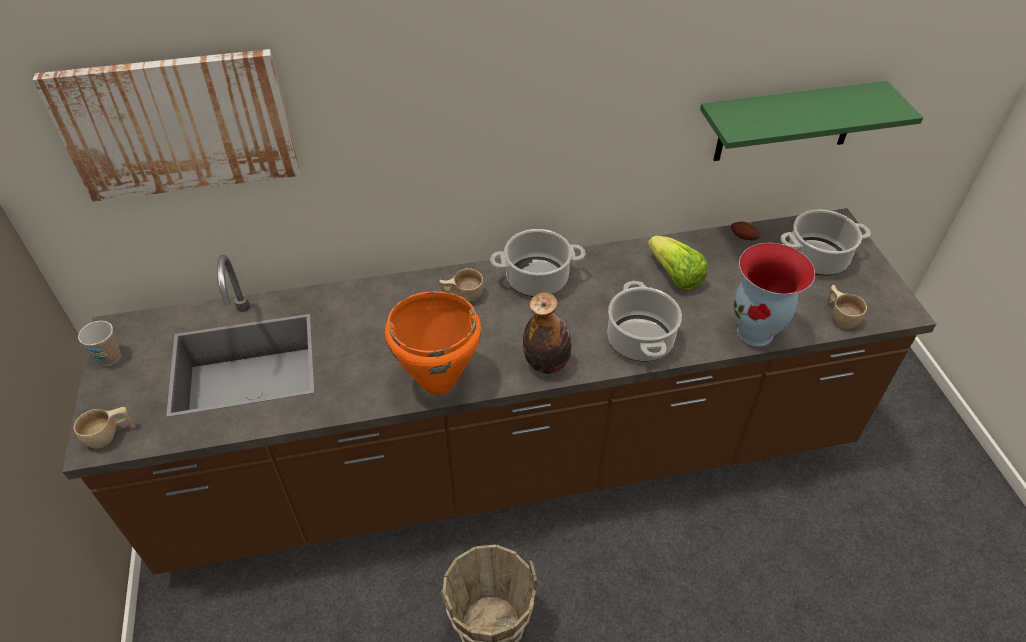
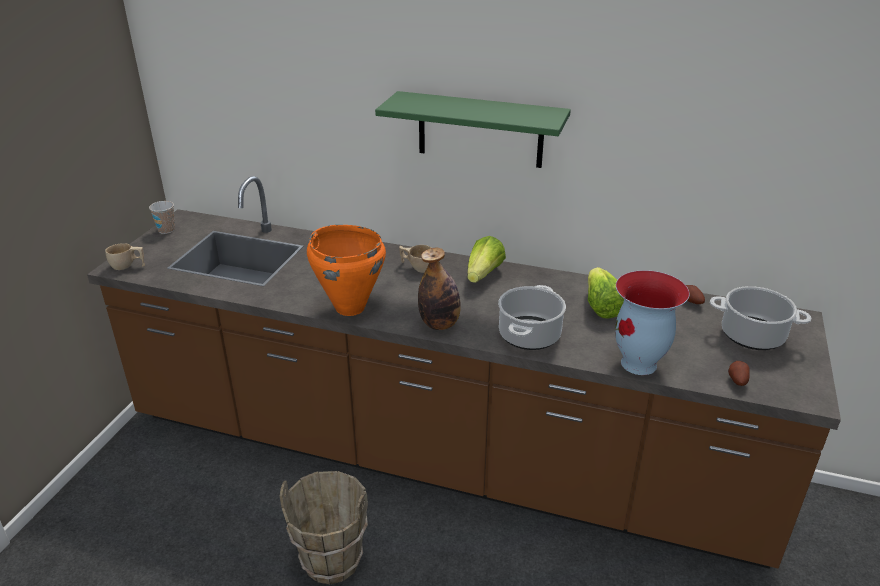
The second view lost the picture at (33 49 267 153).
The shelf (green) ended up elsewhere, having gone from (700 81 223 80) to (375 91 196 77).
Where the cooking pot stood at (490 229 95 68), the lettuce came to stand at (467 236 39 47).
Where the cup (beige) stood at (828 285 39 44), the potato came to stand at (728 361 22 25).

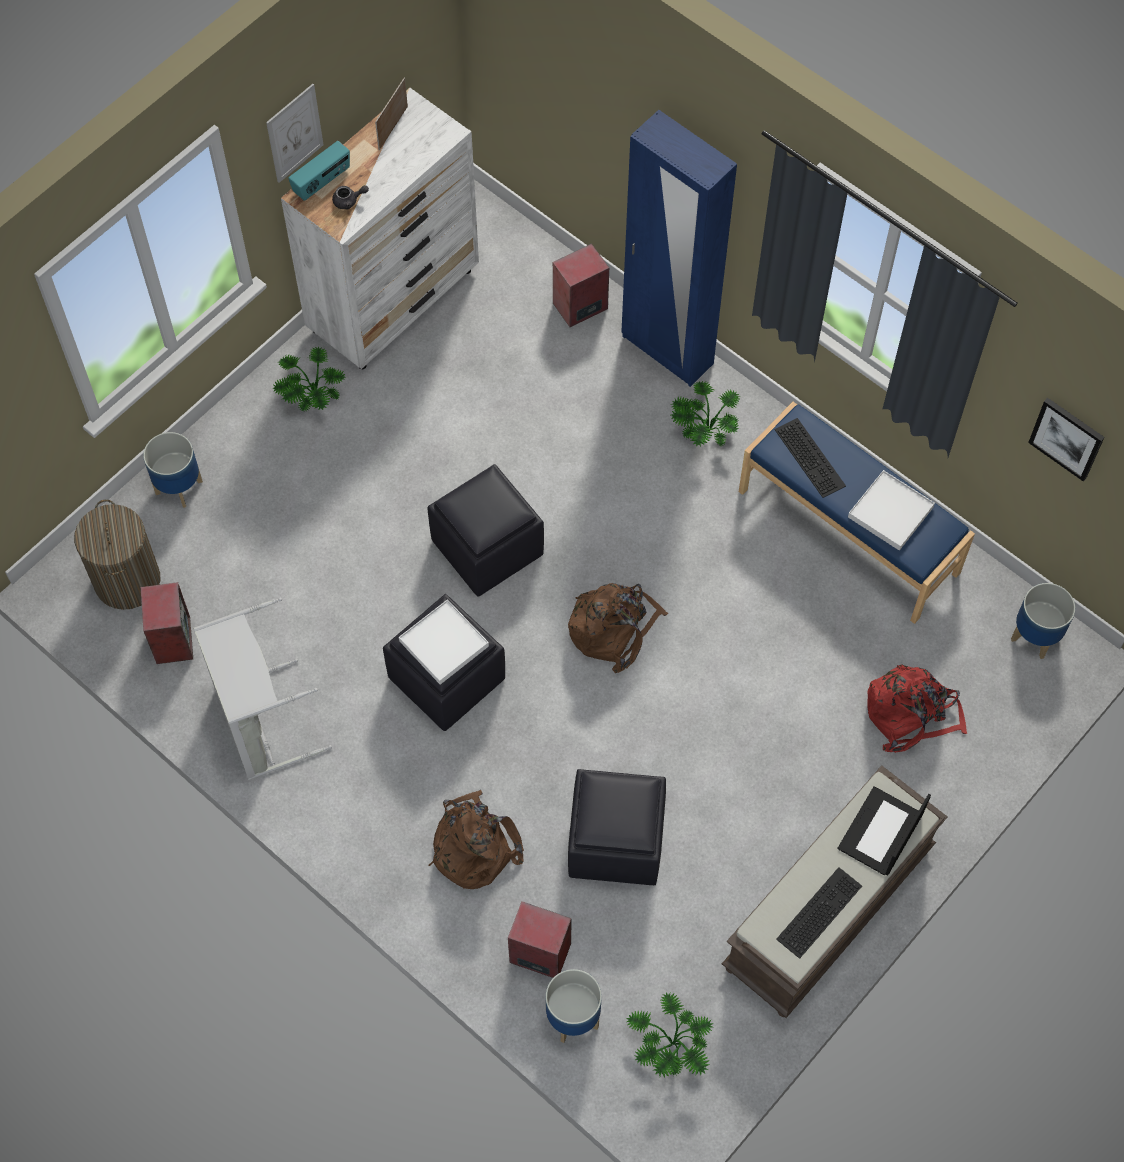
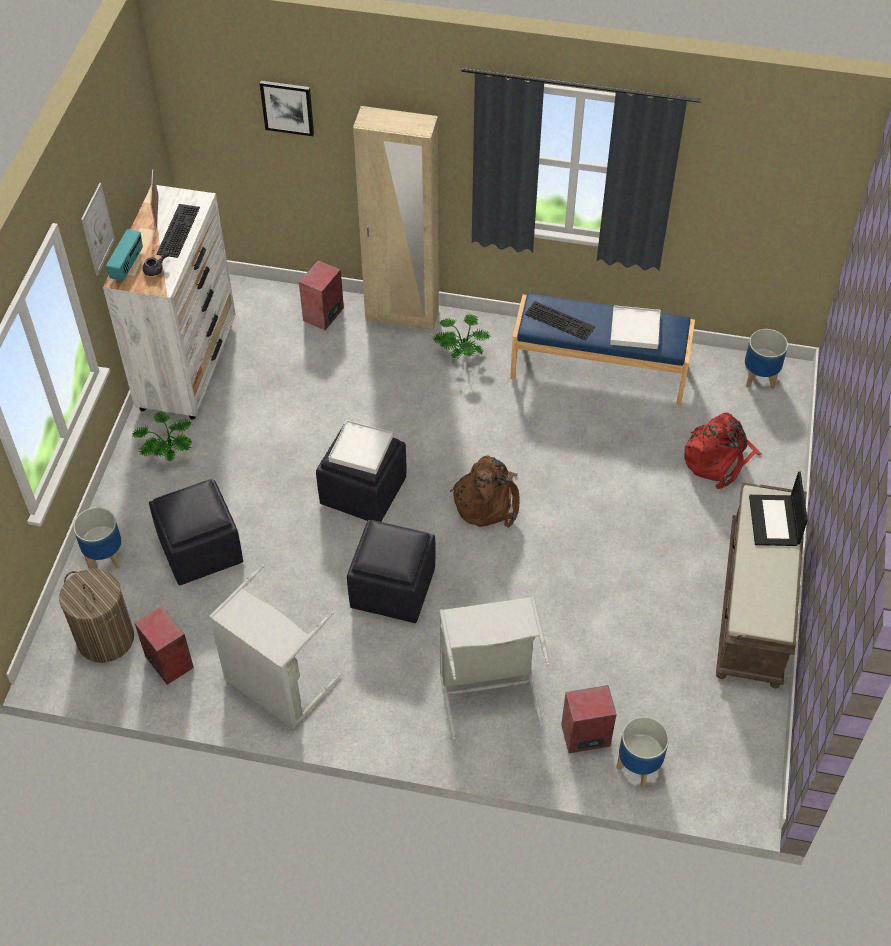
The second view lost the potted plant at (627 993 86 84).
The tray (white) ended up elsewhere, having gone from (399 599 90 86) to (329 420 64 54).
The ottoman (black) ended up elsewhere, having gone from (568 769 98 116) to (149 479 94 106).
The keyboard ended up elsewhere, having gone from (776 867 86 92) to (157 204 43 54).
The picture ended up elsewhere, having gone from (1028 398 76 83) to (260 81 54 55).
Where the backpack (brown) stood at (429 790 95 99), the laundry basket (grey) came to stand at (439 596 111 144).
What was the wardrobe (blue) at (621 110 116 277) turned into the wardrobe (beige) at (353 106 86 225).

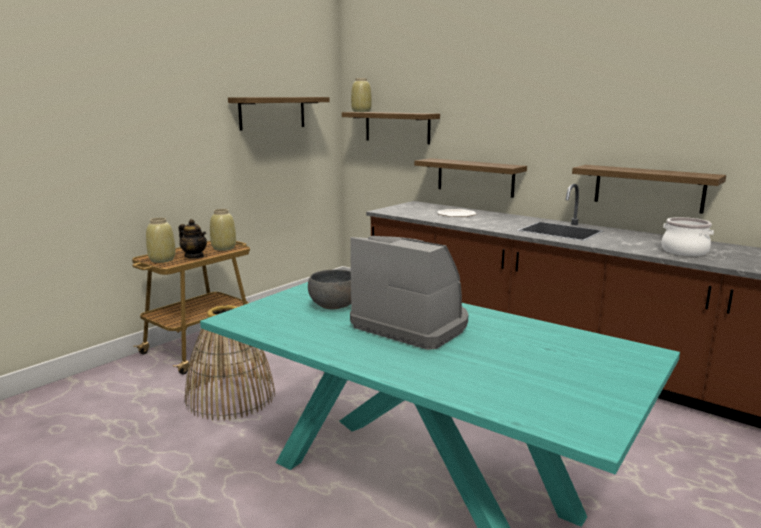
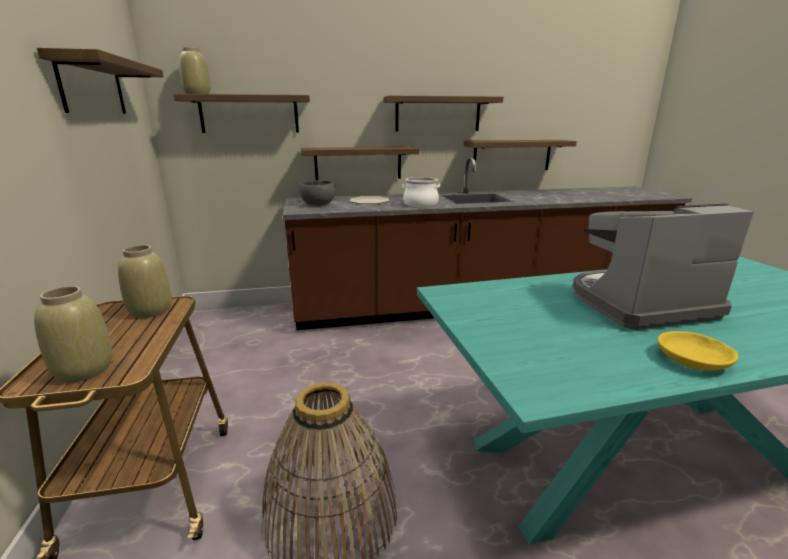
The second view lost the teapot at (178 219 29 39).
The second view gained the shelf at (384 96 119 36).
The second view gained the bowl (yellow) at (658 331 80 40).
The bowl (grey) ended up elsewhere, having gone from (308 269 43 40) to (299 180 37 26).
The cooking pot ended up elsewhere, having gone from (662 217 52 39) to (402 177 38 31).

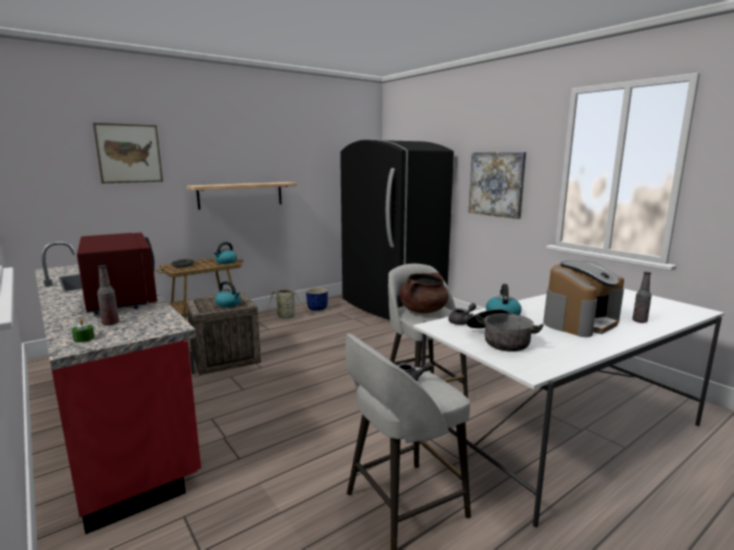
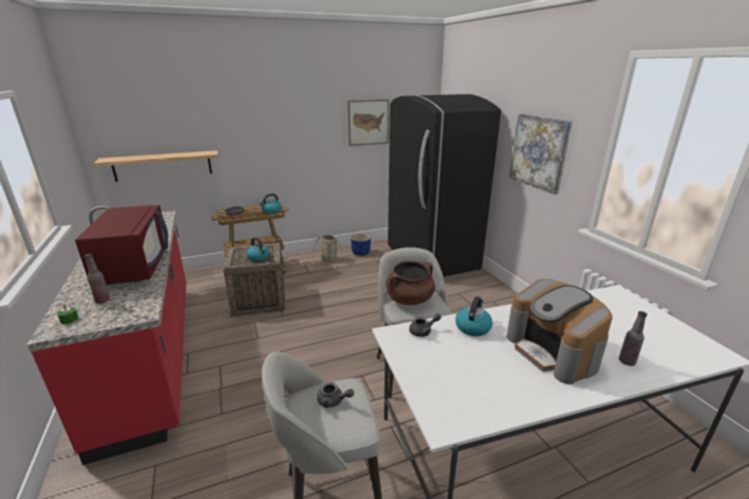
The second view lost the cooking pot at (466 309 78 43).
The picture ended up elsewhere, having gone from (93 123 70 60) to (348 99 41 47).
The shelf ended up elsewhere, having gone from (187 182 110 28) to (94 150 125 32).
The coffee machine at (543 260 81 77) ended up facing another way, 90 degrees clockwise from before.

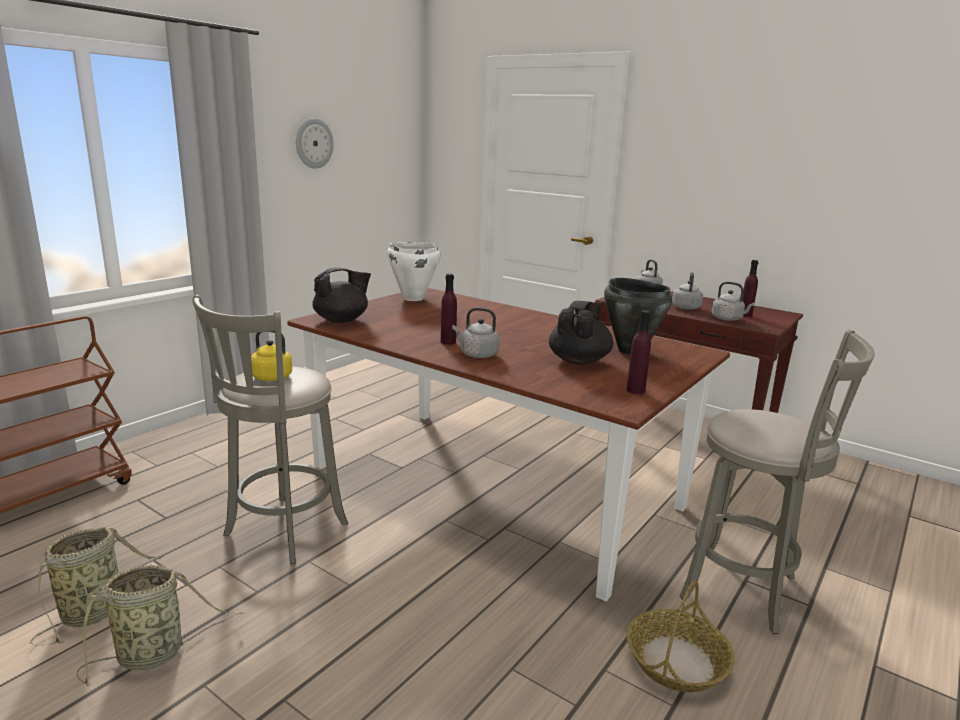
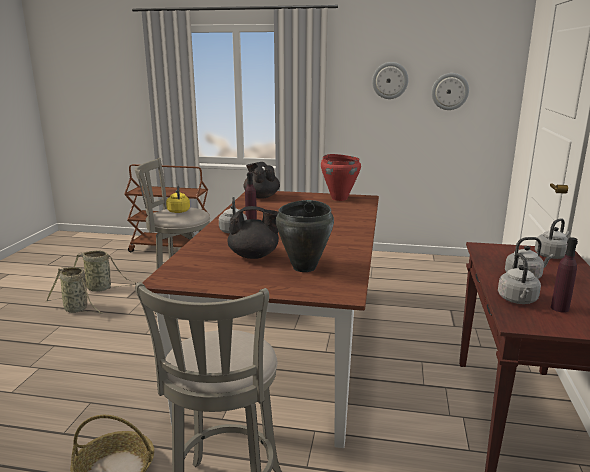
The second view lost the bottle (purple) at (627 310 24 84).
The second view gained the wall clock at (432 73 37 37).
What was the cooking pot (white) at (387 242 53 59) turned into the cooking pot (red) at (321 154 40 47).
The teapot (black) at (312 267 59 56) ended up facing another way, 150 degrees counterclockwise from before.

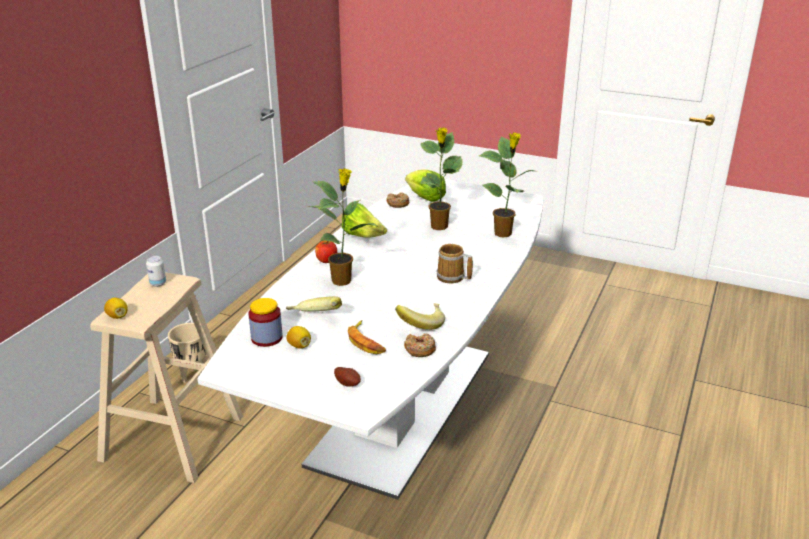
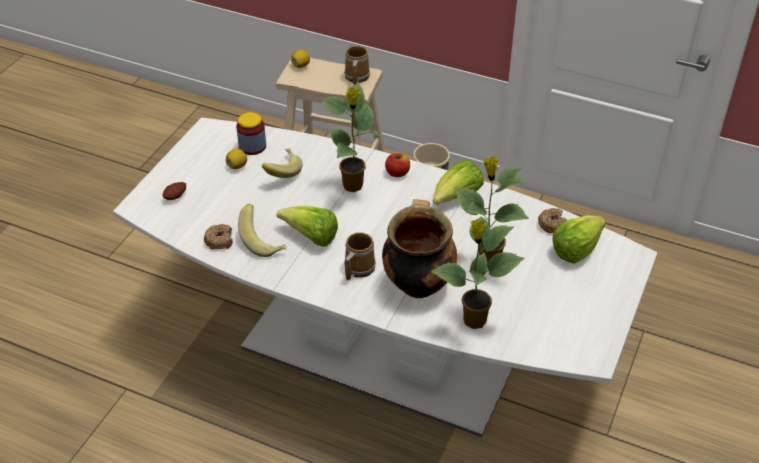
The second view lost the banana at (348 320 38 34).
The second view gained the lettuce at (276 206 62 41).
The second view gained the cooking pot at (382 199 75 99).
Where the can stood at (146 256 20 31), the mug came to stand at (344 46 26 39).

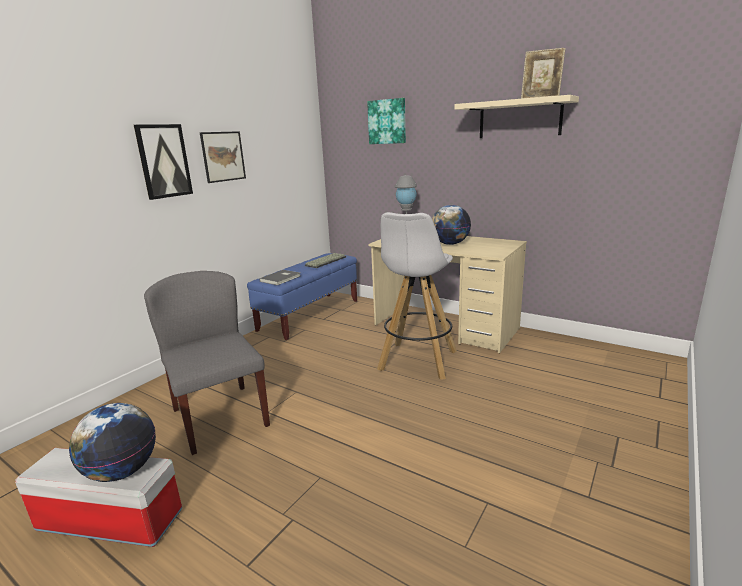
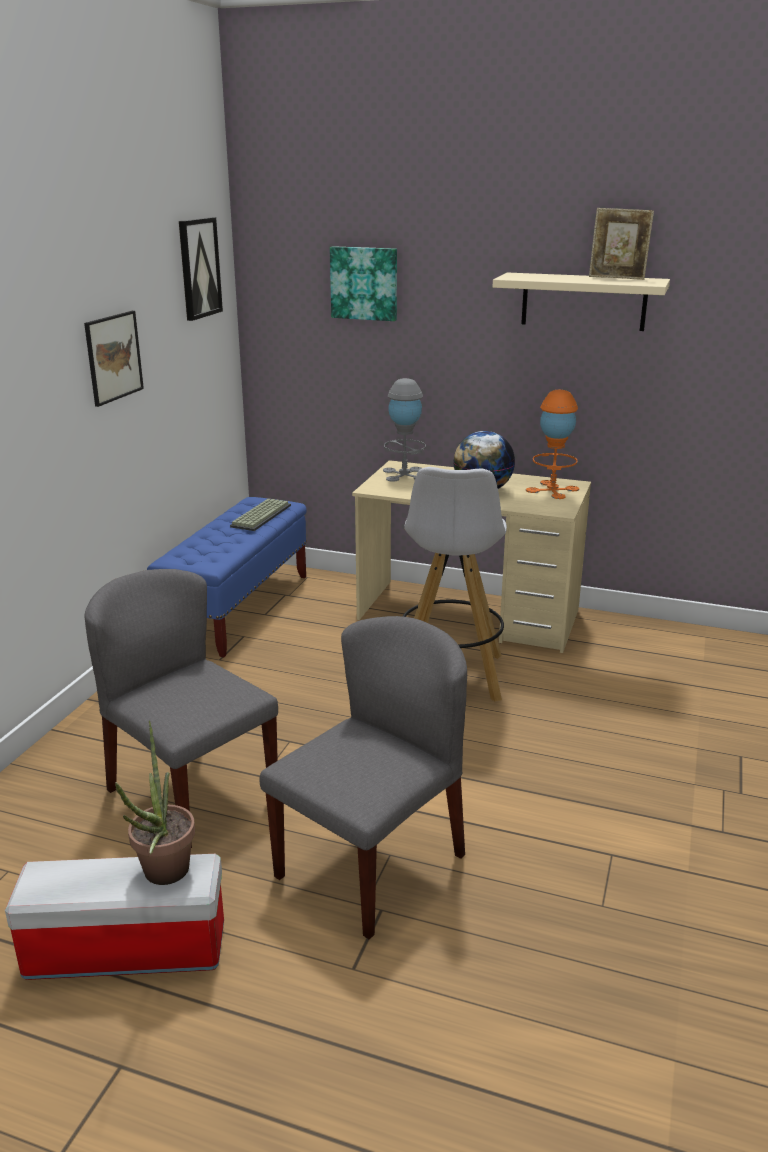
The second view lost the book (grey) at (259 270 41 15).
The second view gained the chair (grey) at (259 616 208 324).
The second view gained the table lamp (orange) at (526 390 53 109).
The picture ended up elsewhere, having gone from (134 124 59 76) to (179 217 44 104).
Where the globe stood at (69 403 87 79), the potted plant came to stand at (115 721 80 164).

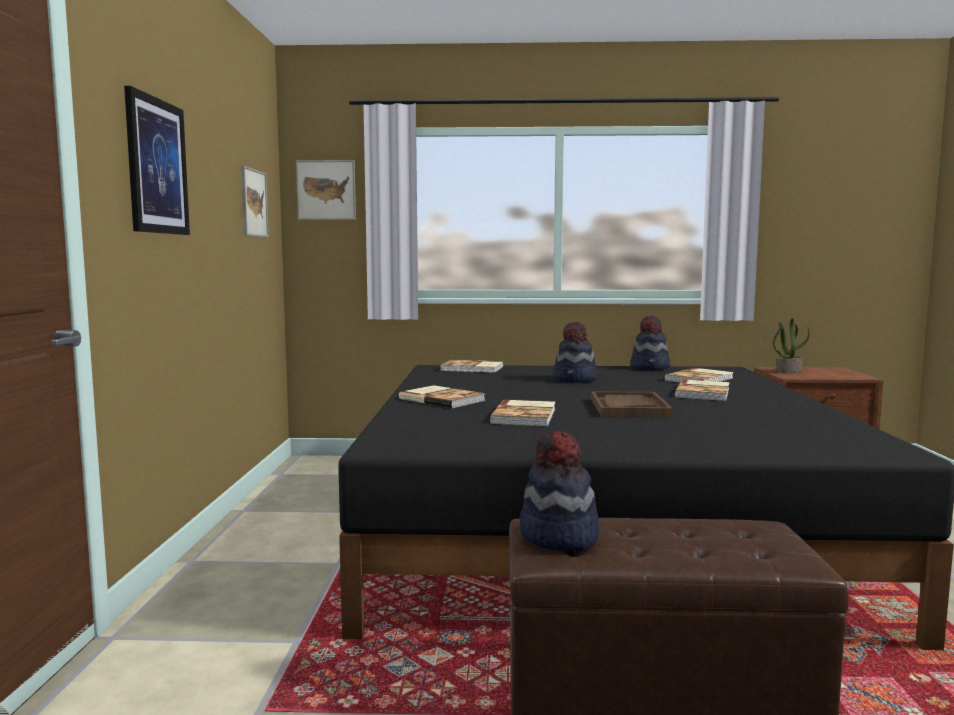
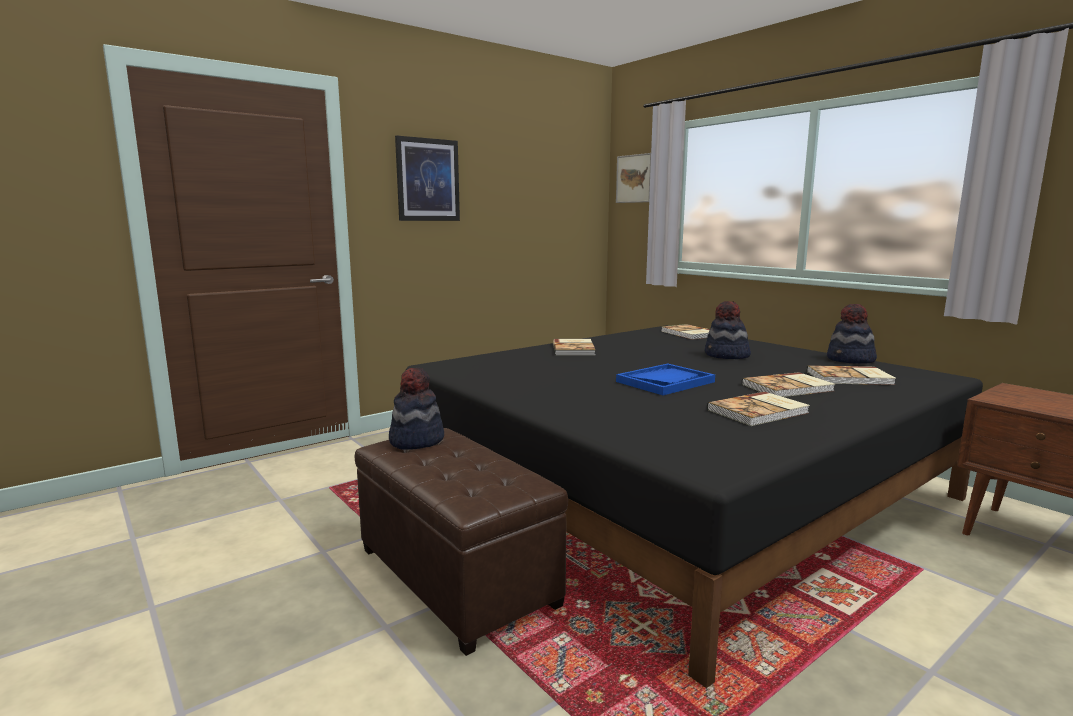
The second view lost the picture at (241 166 28 71).
The second view lost the potted plant at (773 318 37 55).
The book ended up elsewhere, having gone from (489 400 66 26) to (707 392 103 34).
What was the tray (brown) at (591 391 82 26) turned into the tray (blue) at (616 364 99 31).

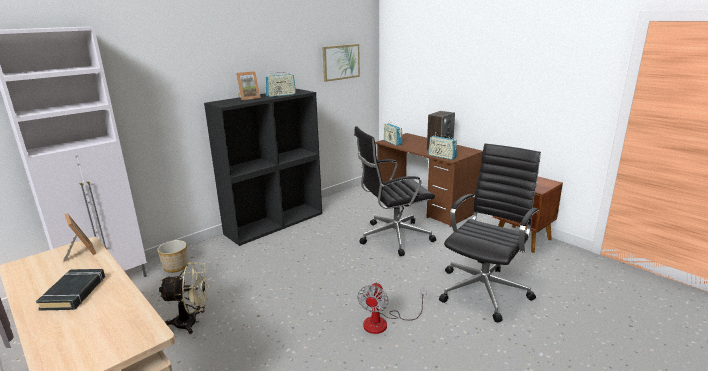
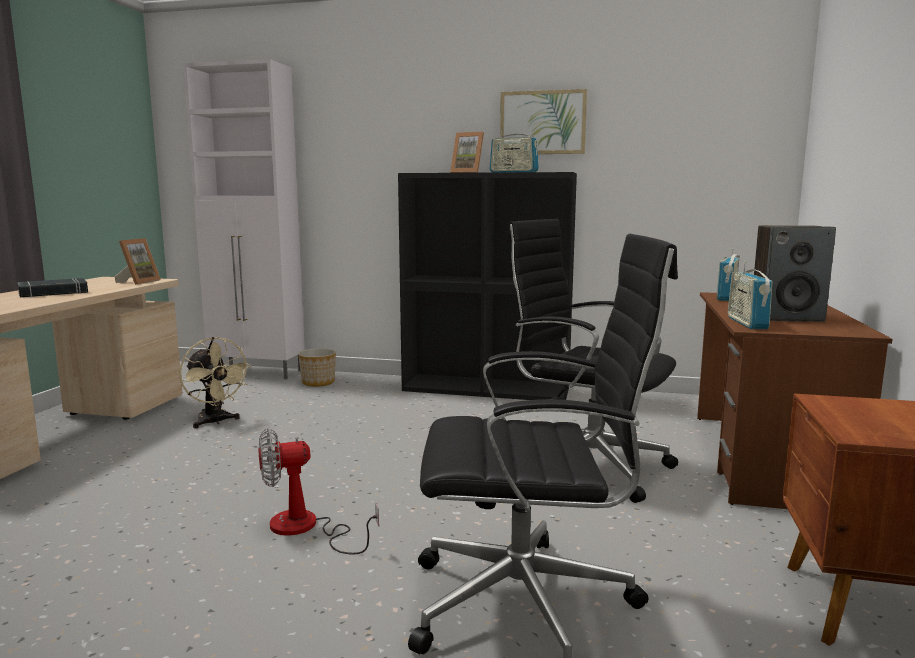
The picture ended up elsewhere, having gone from (322 44 38 38) to (500 89 87 65).

